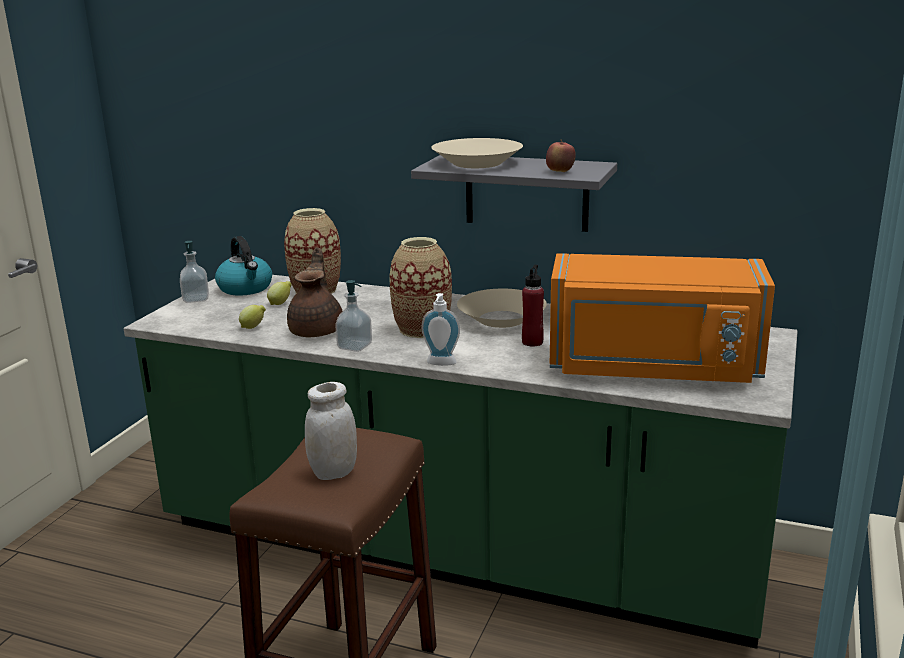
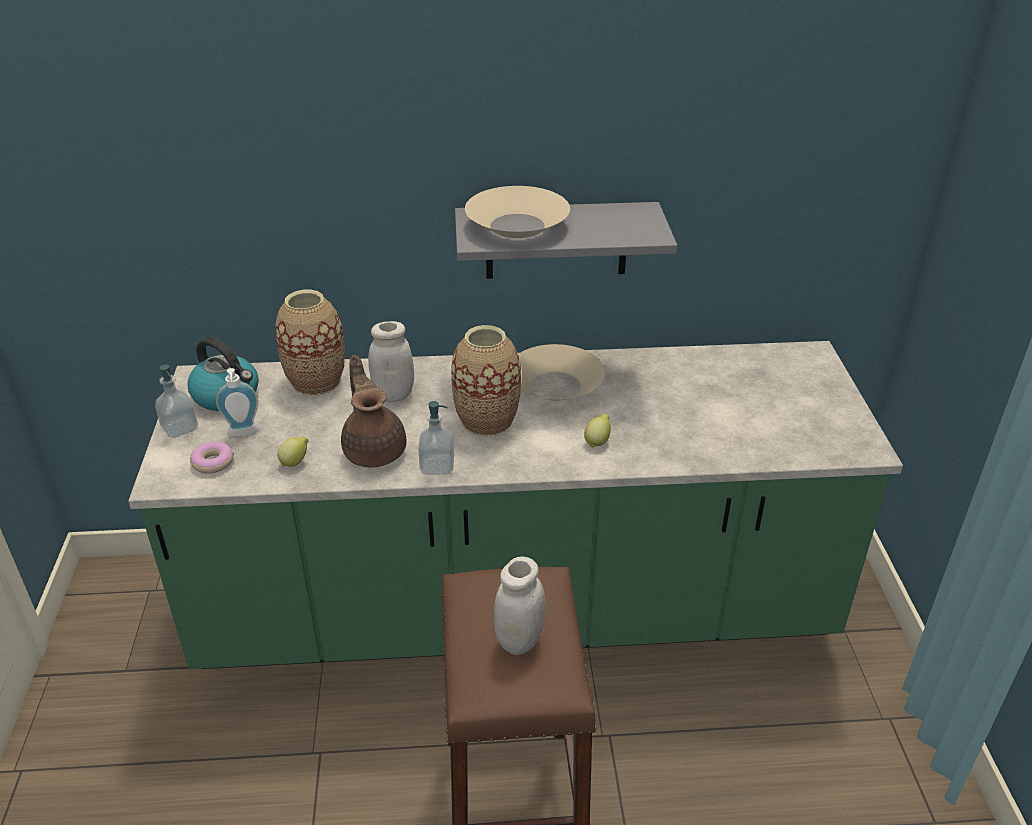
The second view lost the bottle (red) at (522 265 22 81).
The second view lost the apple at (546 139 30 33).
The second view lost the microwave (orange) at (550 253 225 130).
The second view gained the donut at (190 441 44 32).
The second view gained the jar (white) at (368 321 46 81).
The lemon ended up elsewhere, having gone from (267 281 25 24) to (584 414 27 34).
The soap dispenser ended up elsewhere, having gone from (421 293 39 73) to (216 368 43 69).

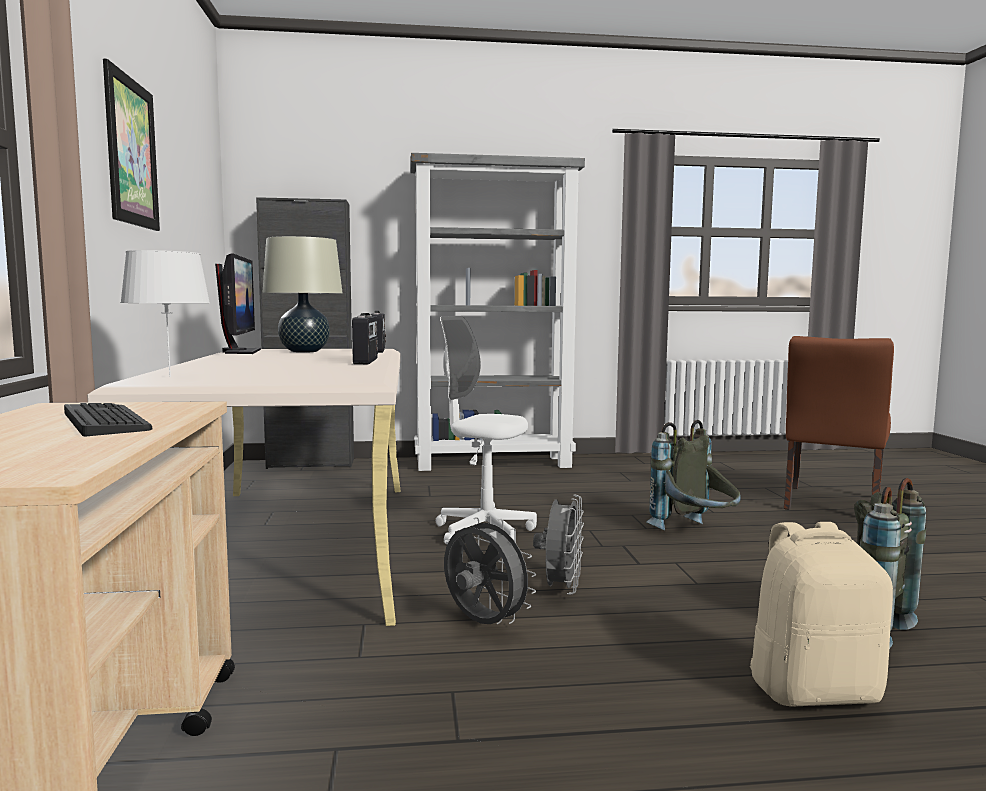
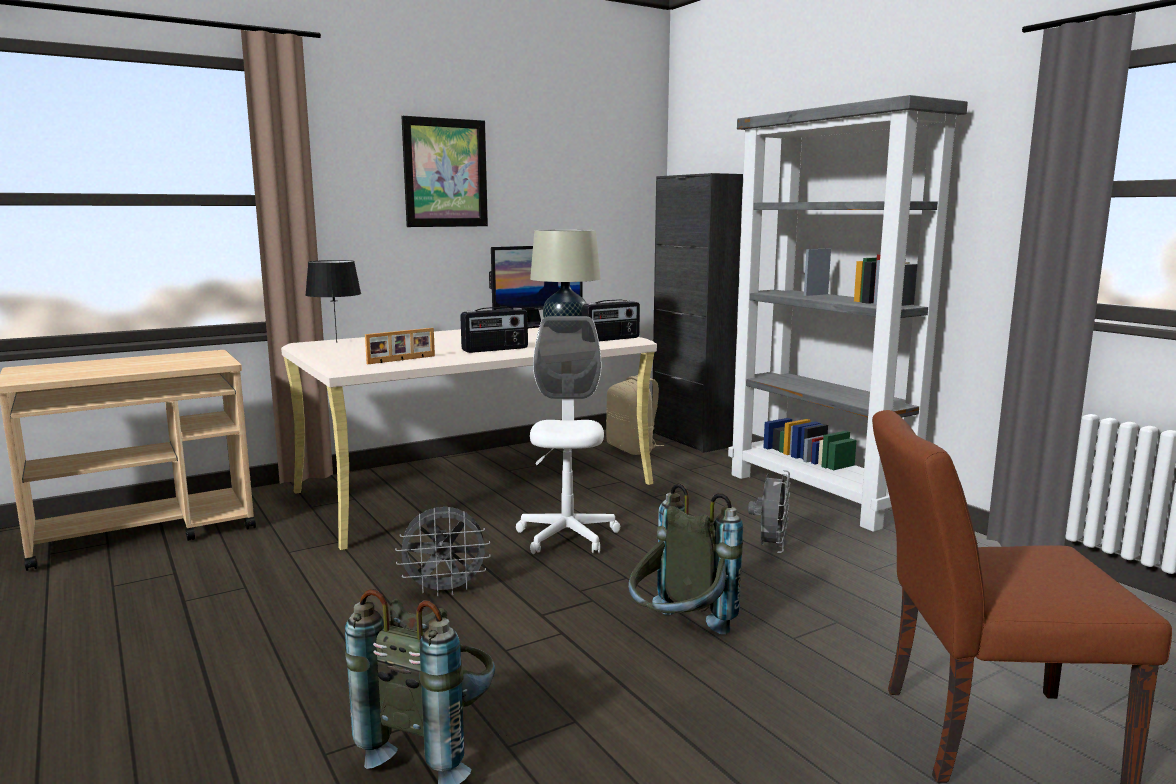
The second view lost the keyboard at (64 403 88 33).
The second view gained the picture frame at (365 328 70 36).
The fan (grey) ended up elsewhere, having gone from (444 515 92 109) to (748 470 42 83).
The backpack (beige) ended up elsewhere, having gone from (750 522 143 184) to (606 375 58 80).
What was the table lamp (white) at (120 250 90 127) turned into the table lamp (black) at (305 260 56 83).

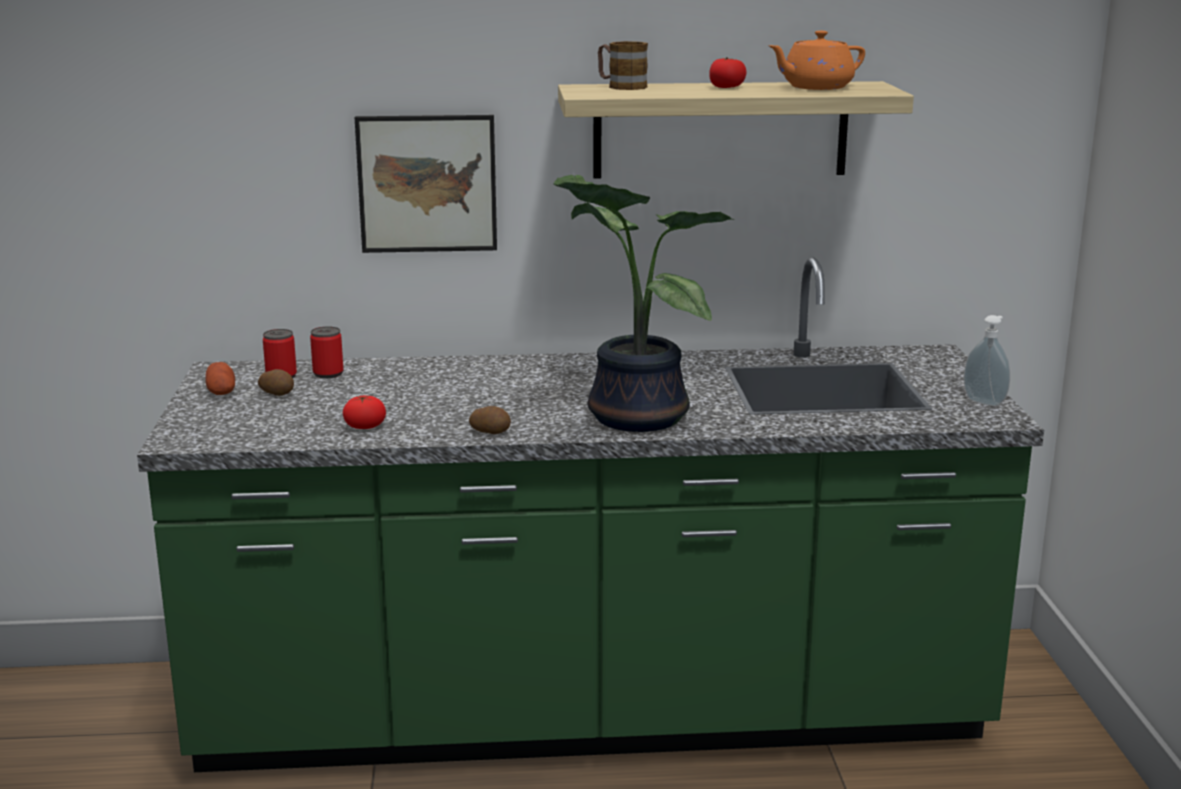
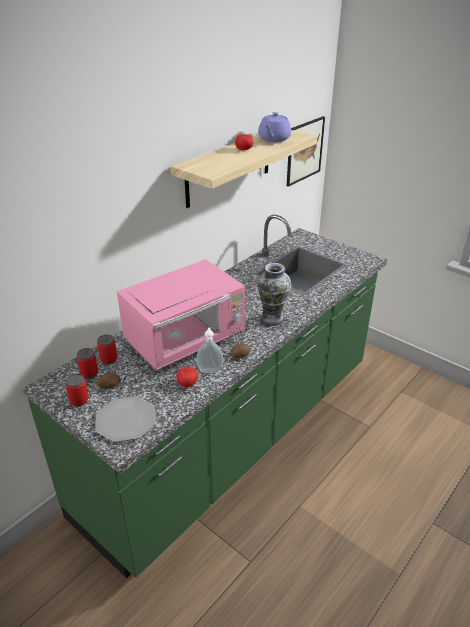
The second view lost the mug at (598 41 50 49).
The second view gained the plate at (96 396 60 46).
The second view gained the microwave (pink) at (117 259 128 111).
The picture ended up elsewhere, having gone from (355 115 142 138) to (287 116 38 71).
The soap dispenser ended up elsewhere, having gone from (964 315 46 91) to (196 328 27 45).
Where the potato stood at (205 362 30 33), the can came to stand at (65 374 24 33).
Where the potted plant stood at (553 175 181 257), the vase came to stand at (257 263 35 63).
What was the teapot (orange) at (768 31 97 59) turned into the teapot (purple) at (258 112 33 30).

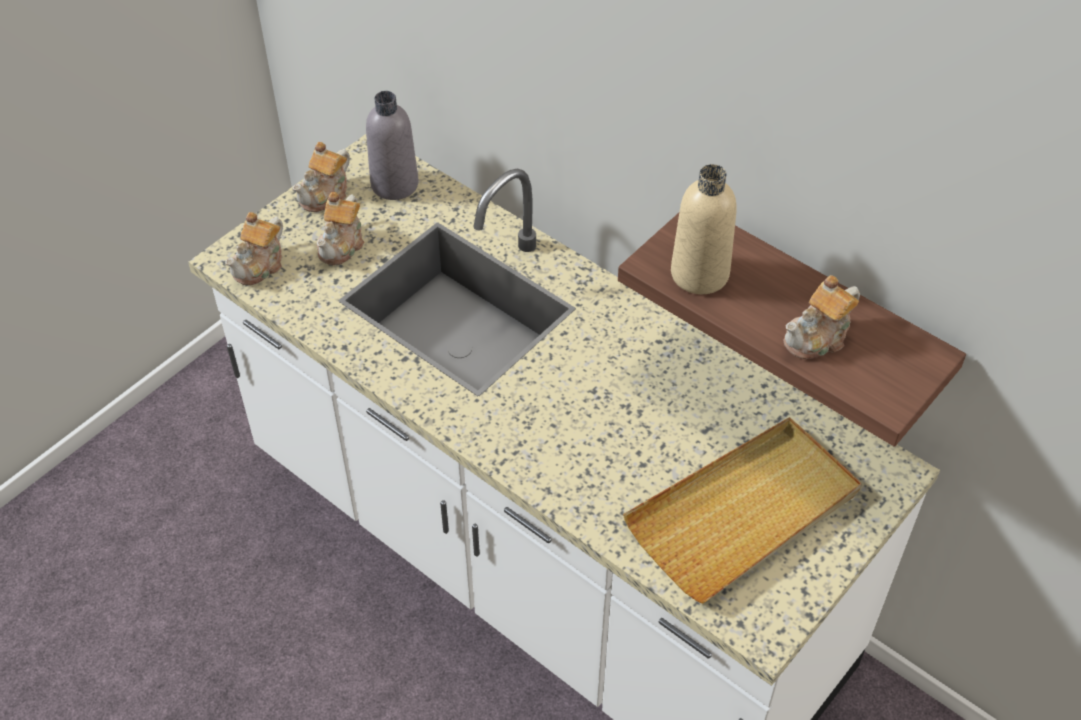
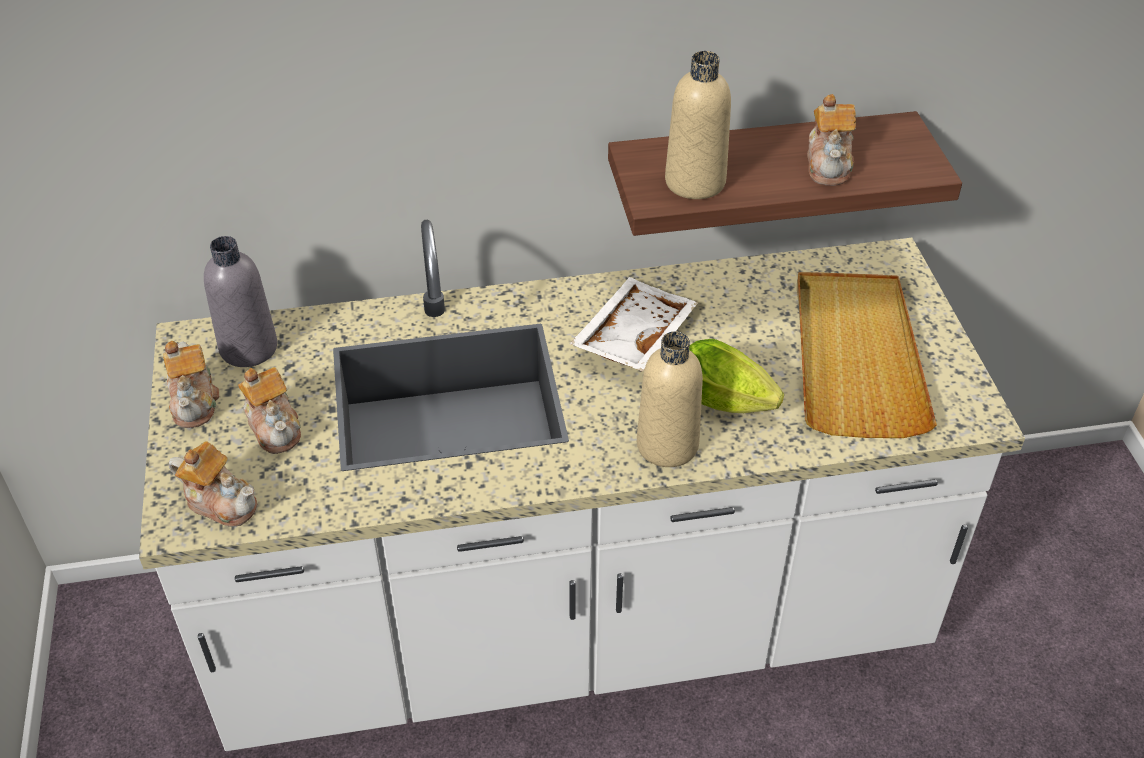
The second view gained the tray (white) at (570 277 128 95).
The second view gained the bottle (beige) at (637 331 66 136).
The second view gained the lettuce at (689 339 95 74).
The teapot at (225 212 58 74) ended up facing another way, 45 degrees counterclockwise from before.

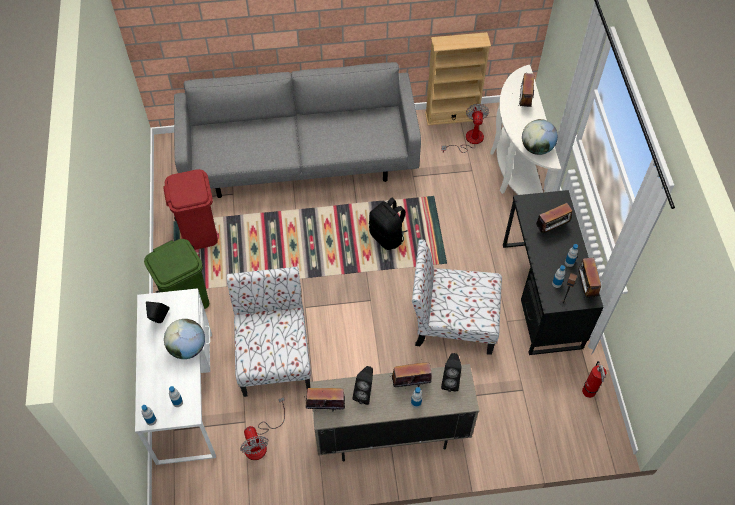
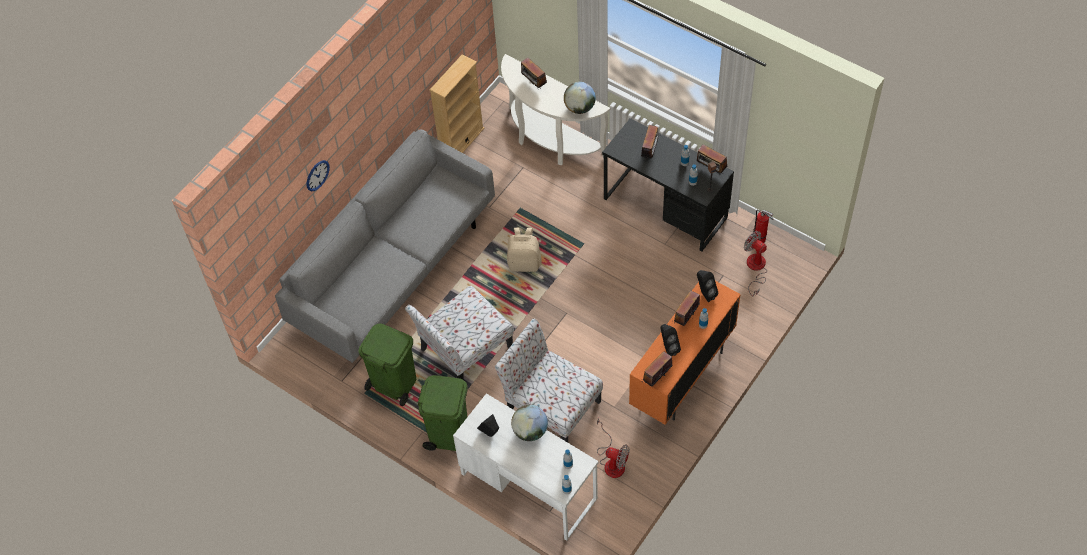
The second view gained the wall clock at (306 160 24 31).
The chair ended up elsewhere, having gone from (412 239 90 116) to (405 286 109 93).
The fan ended up elsewhere, having gone from (441 104 48 49) to (744 231 23 65).
What was the trash can (red) at (164 169 54 81) turned into the trash can (green) at (358 323 58 83).
What was the cabinet (beige) at (310 364 169 97) turned into the cabinet (orange) at (629 281 112 144).
What was the backpack (black) at (369 198 39 52) turned into the backpack (beige) at (507 228 35 44).

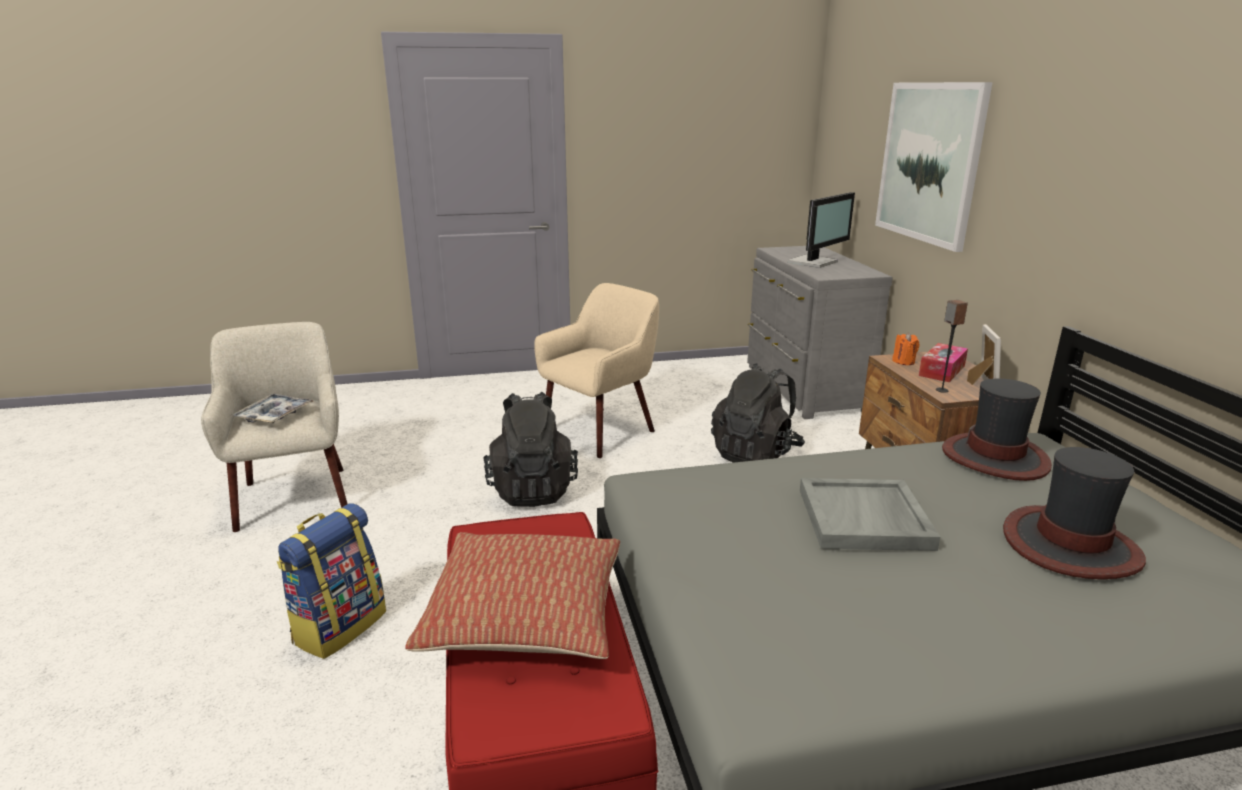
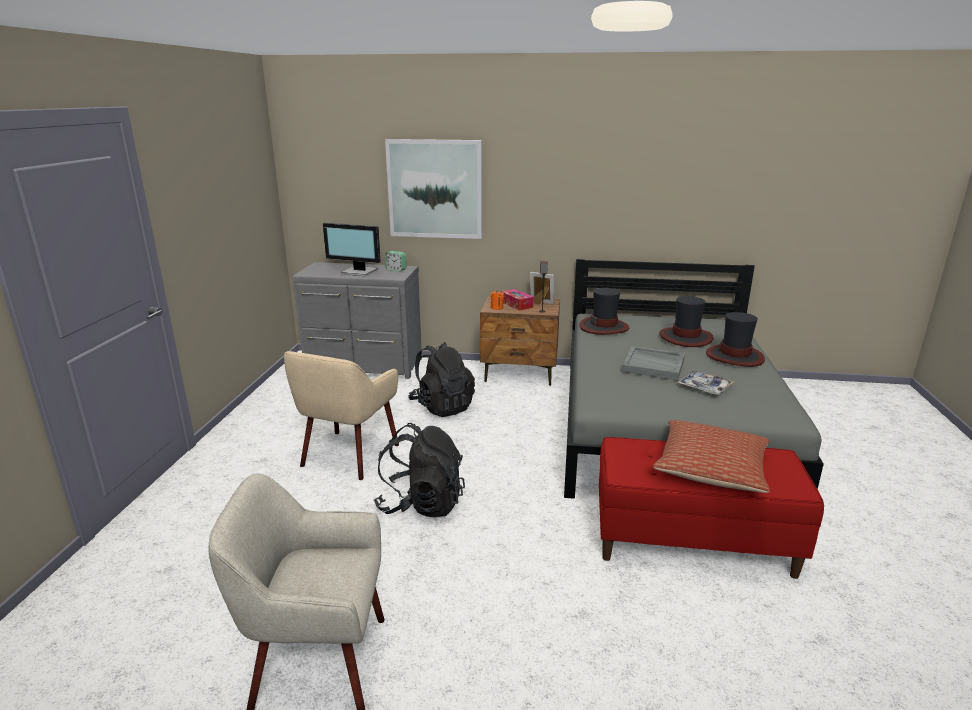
The second view lost the backpack at (277 503 109 156).
The second view gained the alarm clock at (385 251 21 20).
The second view gained the hat at (706 312 59 55).
The tray ended up elsewhere, having gone from (231 394 83 29) to (677 370 57 25).
The armchair (beige) at (534 283 125 175) ended up facing another way, 135 degrees counterclockwise from before.
The monitor at (787 192 68 76) ended up facing another way, 135 degrees clockwise from before.

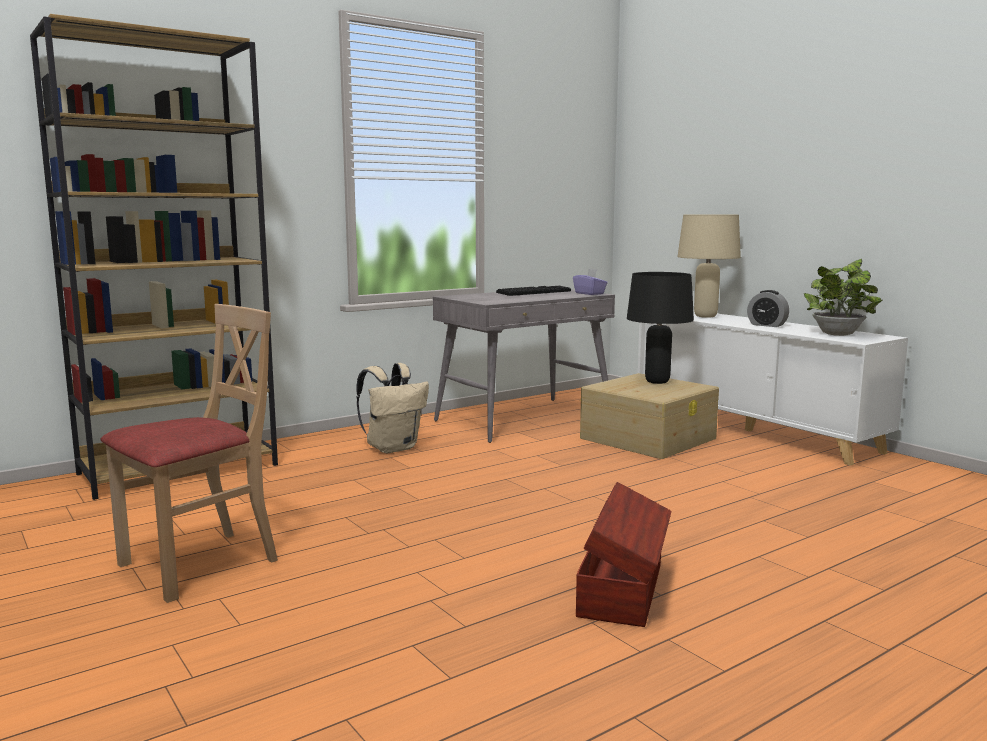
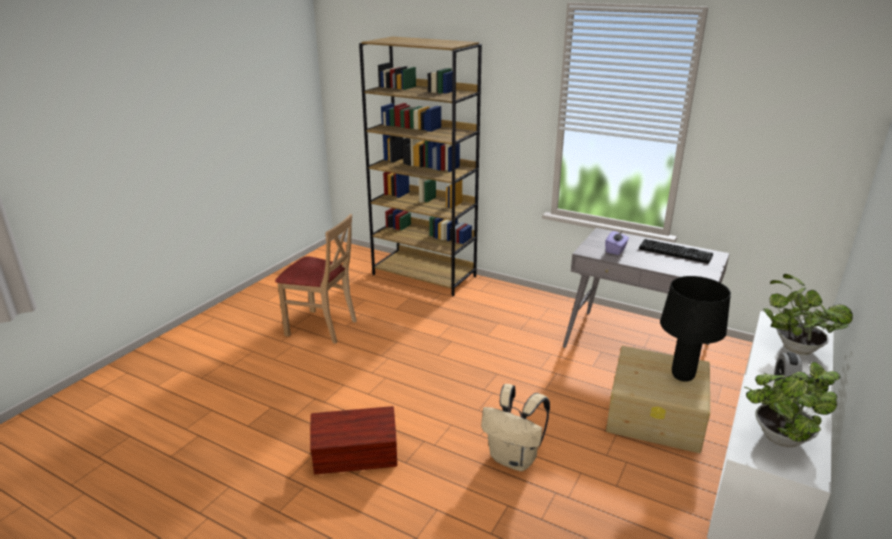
The backpack (beige) ended up elsewhere, having gone from (356 363 73 90) to (481 384 69 87).
The tissue box (purple) ended up elsewhere, having gone from (573 269 35 26) to (605 230 24 25).
Where the table lamp (beige) stood at (677 214 64 104), the potted plant came to stand at (763 274 90 81).

